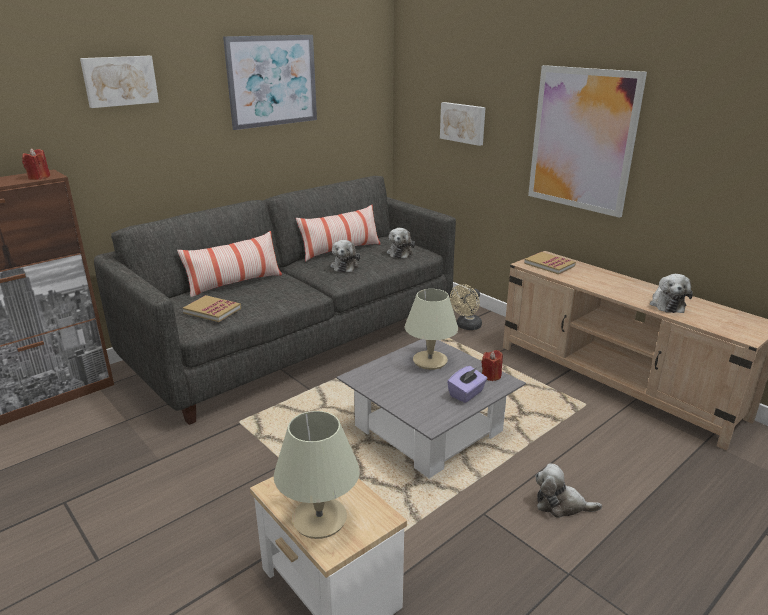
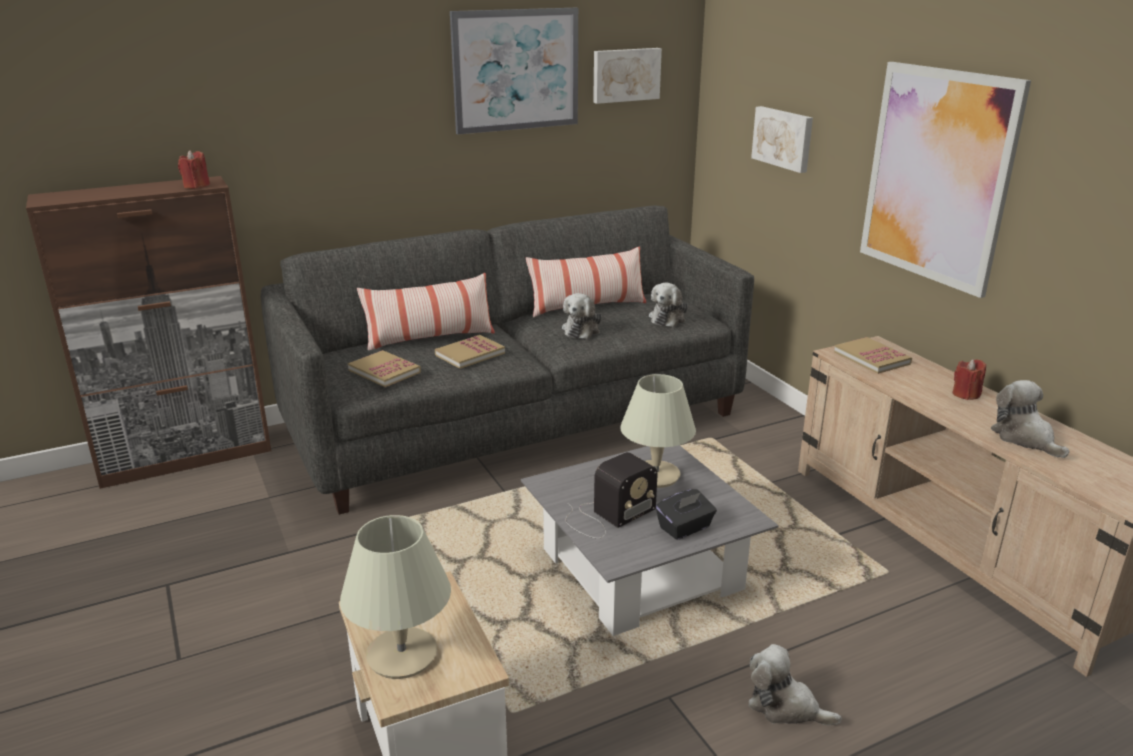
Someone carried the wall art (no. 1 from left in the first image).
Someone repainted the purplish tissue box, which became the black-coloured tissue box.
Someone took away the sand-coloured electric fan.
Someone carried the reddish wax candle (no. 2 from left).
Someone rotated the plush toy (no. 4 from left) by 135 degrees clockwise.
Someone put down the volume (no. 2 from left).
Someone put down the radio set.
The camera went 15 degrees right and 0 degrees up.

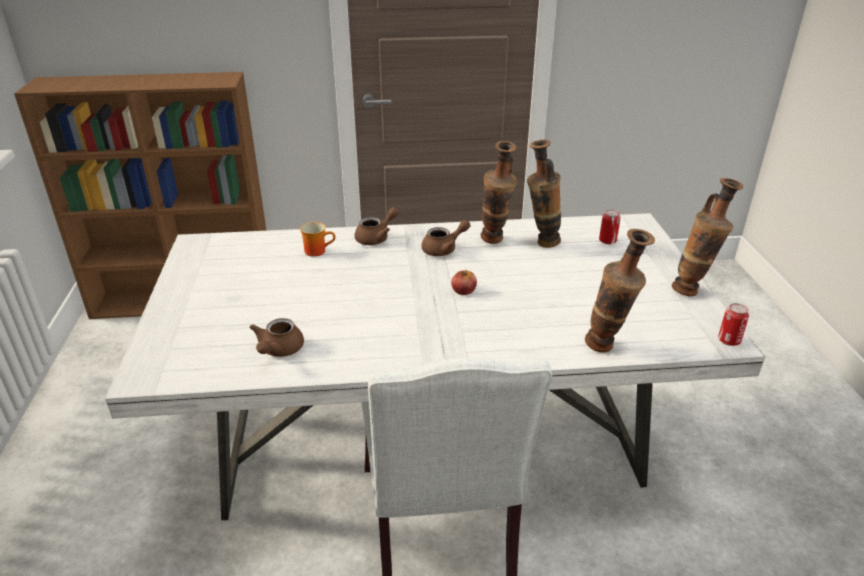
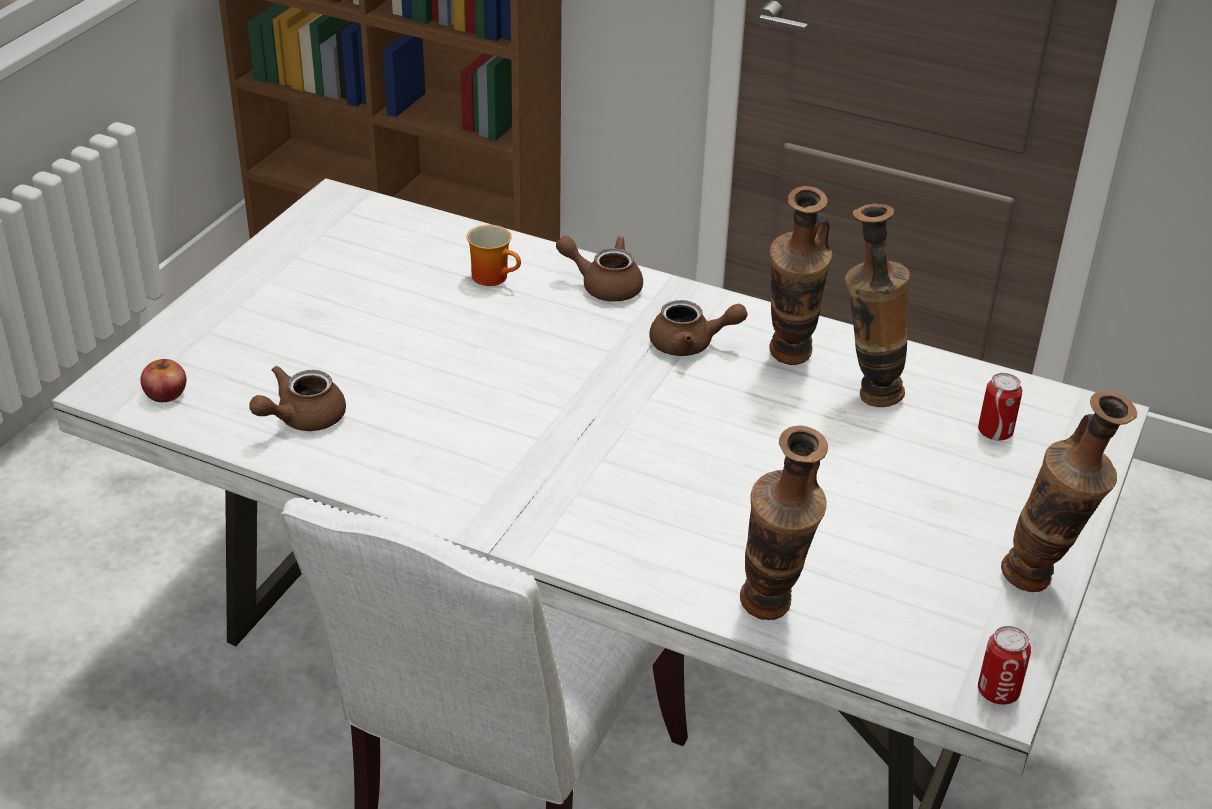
Someone rotated the brown pot for tea (no. 2 from left) by 150 degrees counterclockwise.
Someone carried the apple.
The camera went 30 degrees right and 5 degrees up.

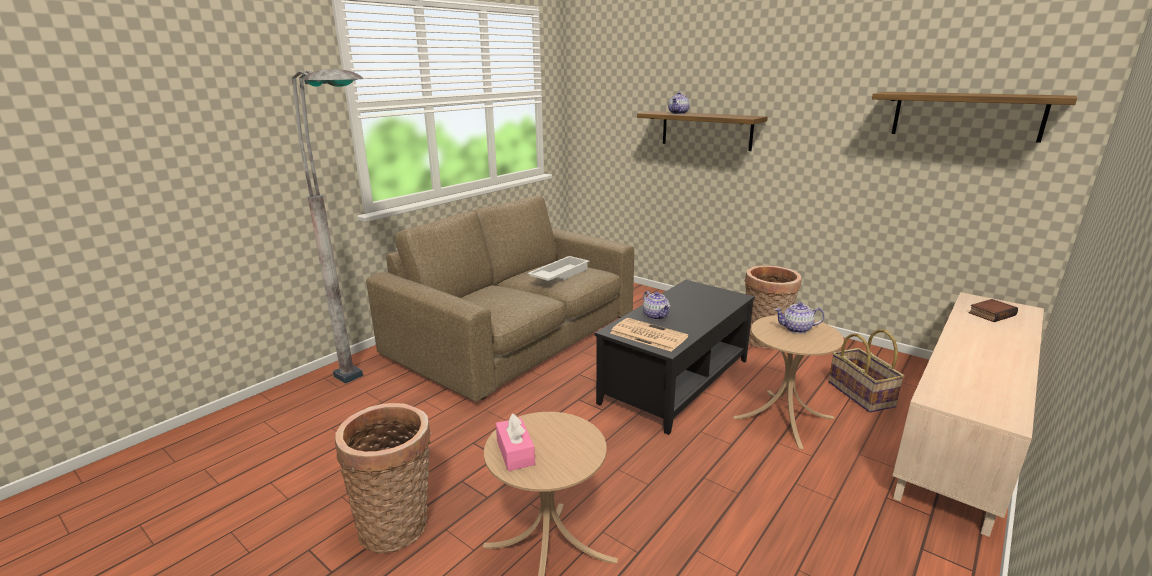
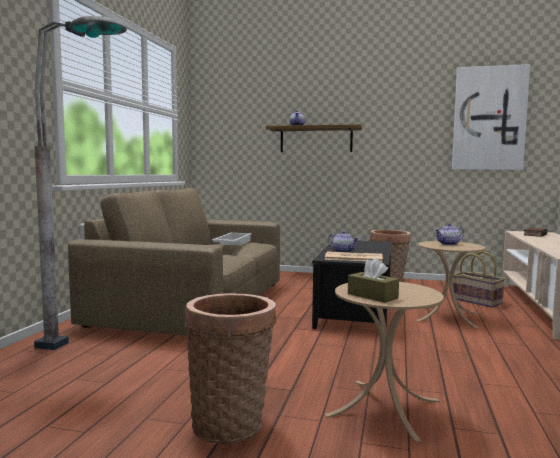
Someone repainted the pinkish tissue box, which became the brown tissue box.
Someone swapped the shelf (no. 2 from left) for the wall art.
The camera went 25 degrees left and 15 degrees down.

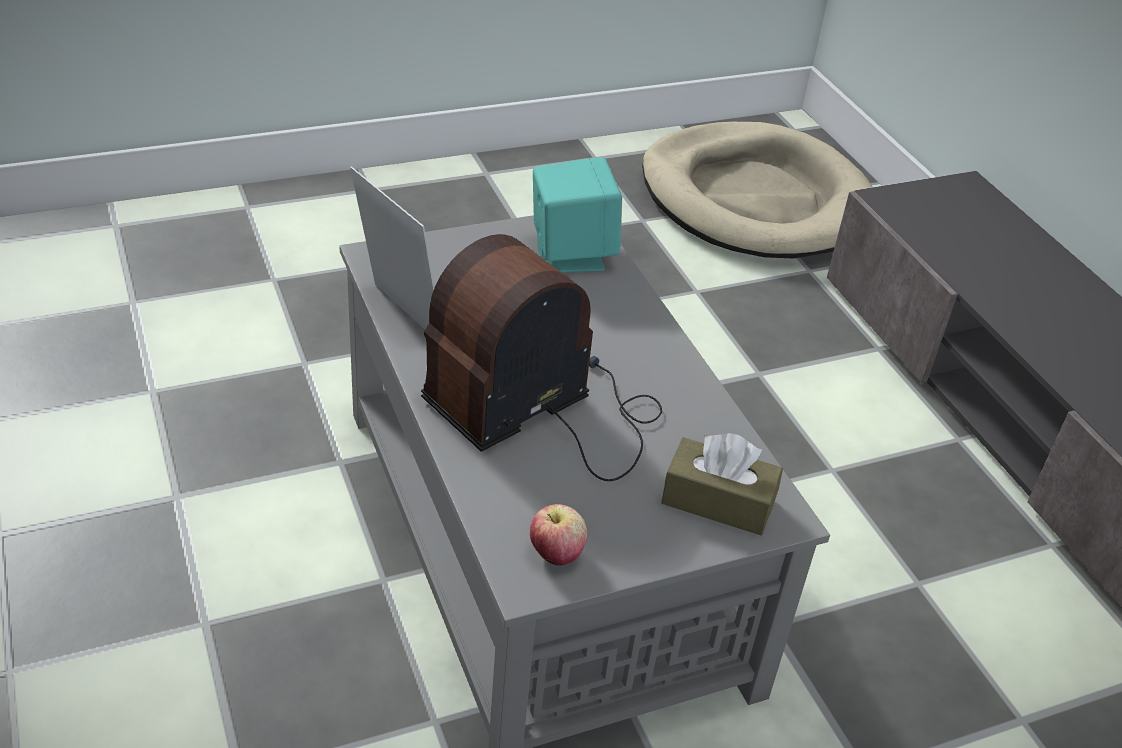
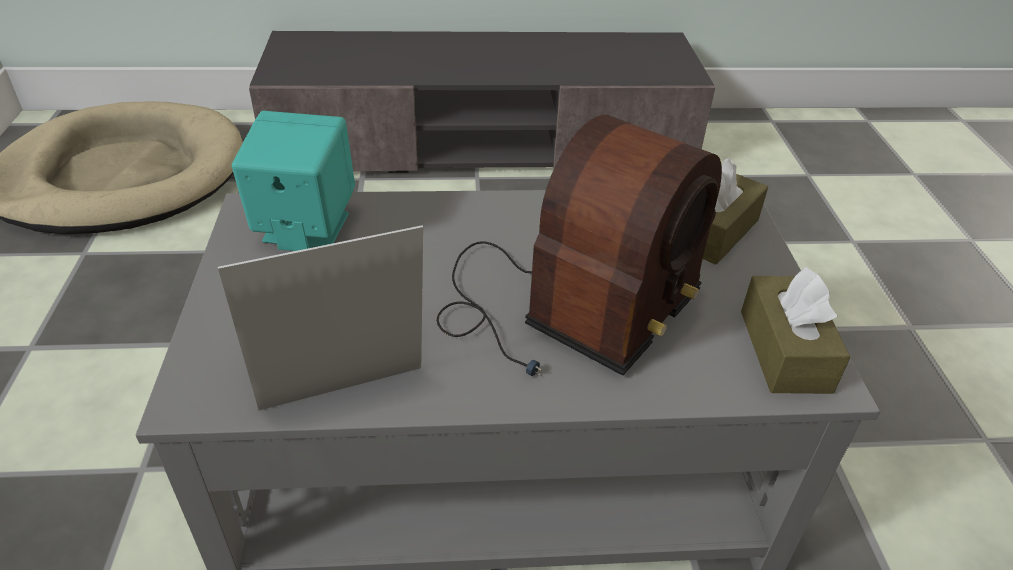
Someone rotated the radio set by 120 degrees counterclockwise.
Someone swapped the apple for the brown tissue box (no. 2 from left).
The camera went 70 degrees left and 0 degrees up.

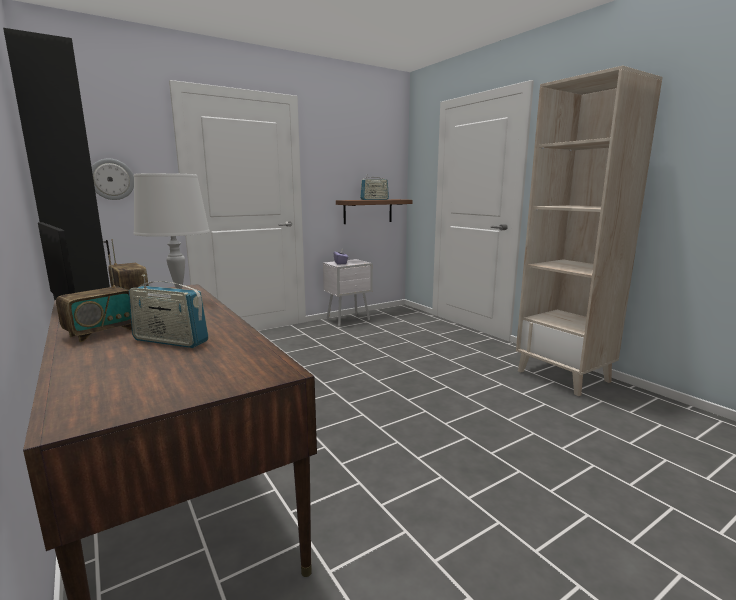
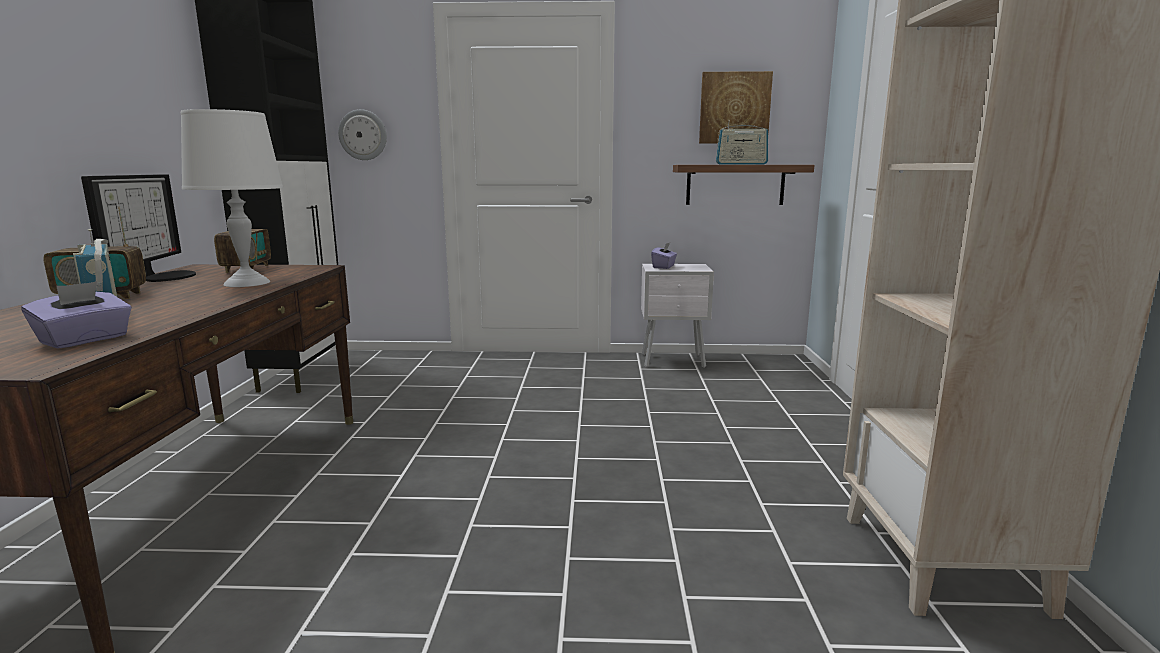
Someone put down the purplish tissue box (no. 1 from left).
Someone put up the wall art.
The camera went 35 degrees right and 0 degrees up.

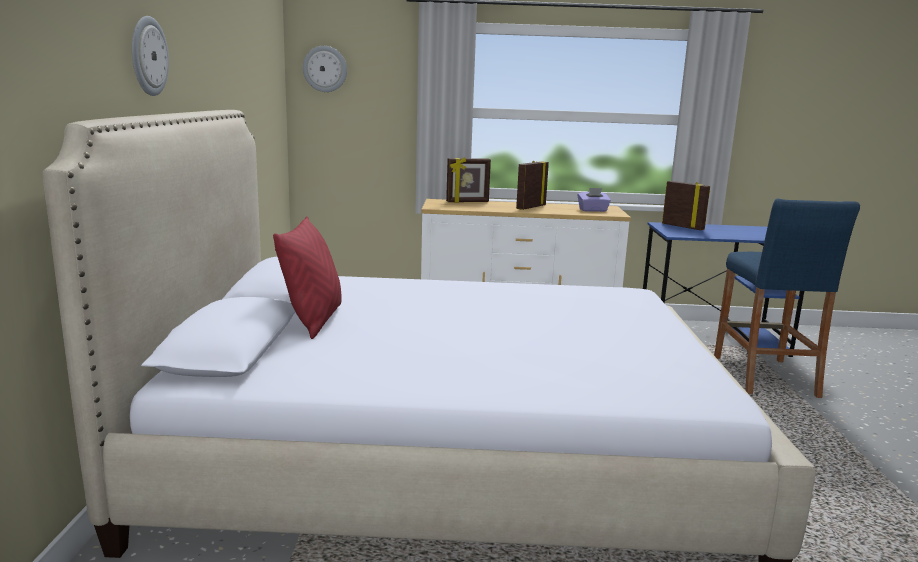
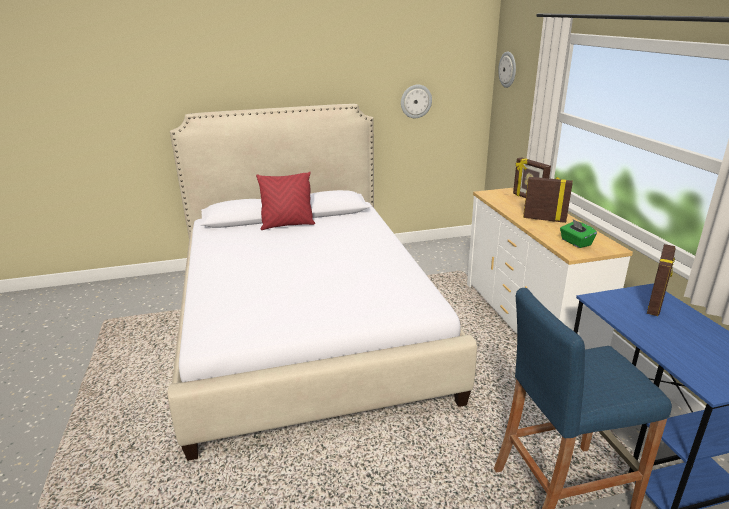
Someone carried the hanging clock (no. 1 from left).
Someone repainted the purplish tissue box, which became the green tissue box.
The camera went 75 degrees right and 10 degrees up.

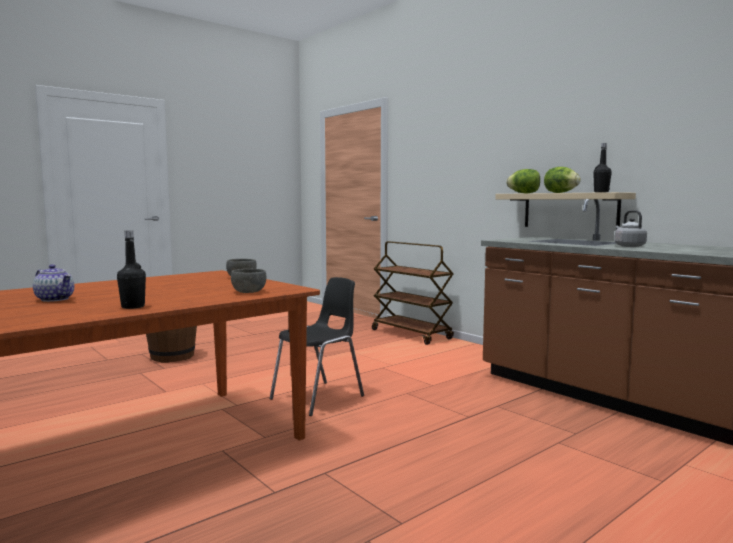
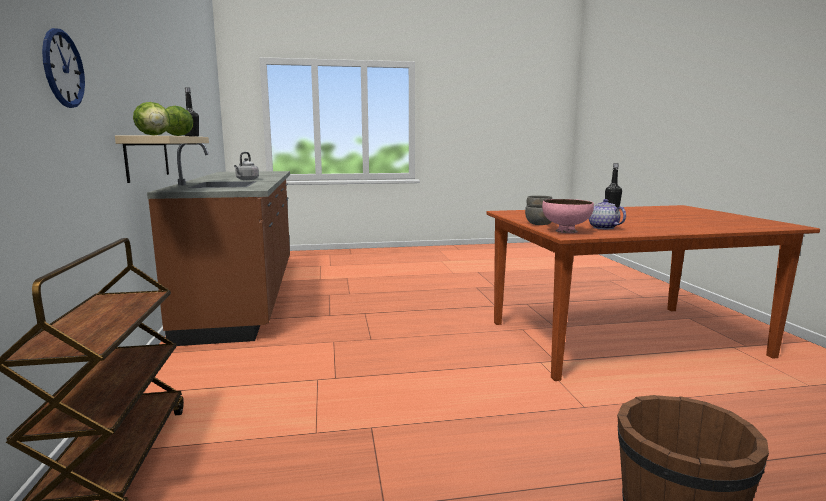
Someone carried the pot for tea.
Someone took away the black-coloured plain chair.
Someone put up the hanging clock.
Someone put down the pinkish deep dish.
The camera went 150 degrees left and 5 degrees up.

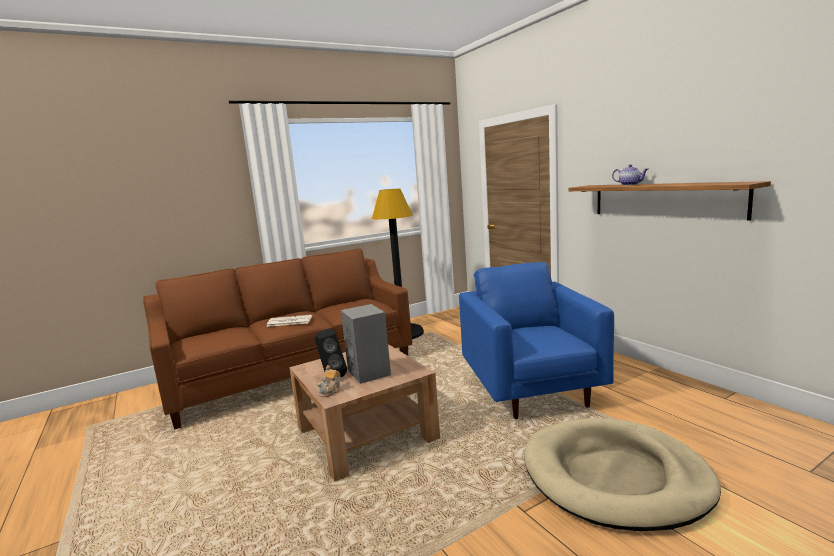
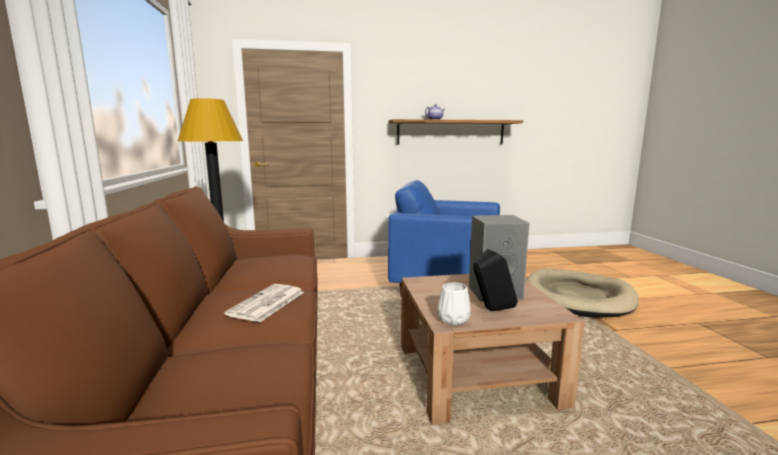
Someone took away the pot for tea (no. 1 from left).
Someone put down the white-coloured flower vase.
The camera went 70 degrees left and 0 degrees up.

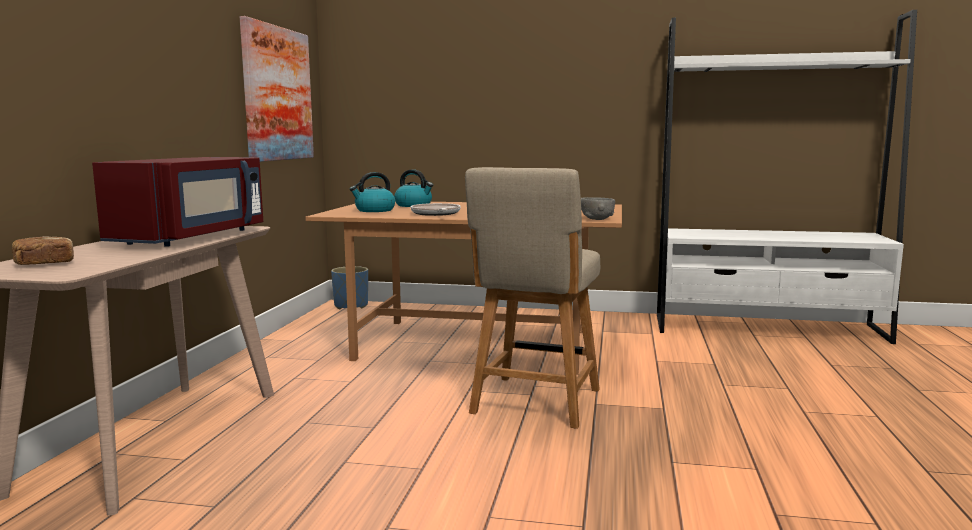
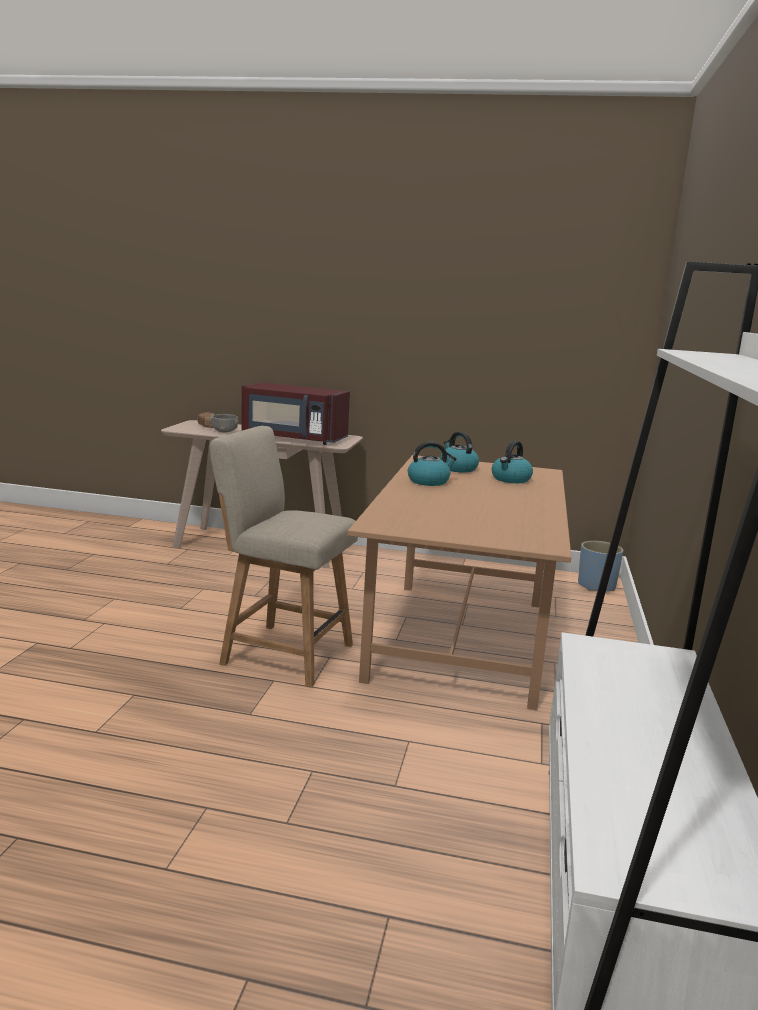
Someone took away the wall art.
Someone swapped the pan for the water kettle (no. 1 from left).
Someone carried the greyish deep dish.
The camera went 90 degrees right and 5 degrees up.

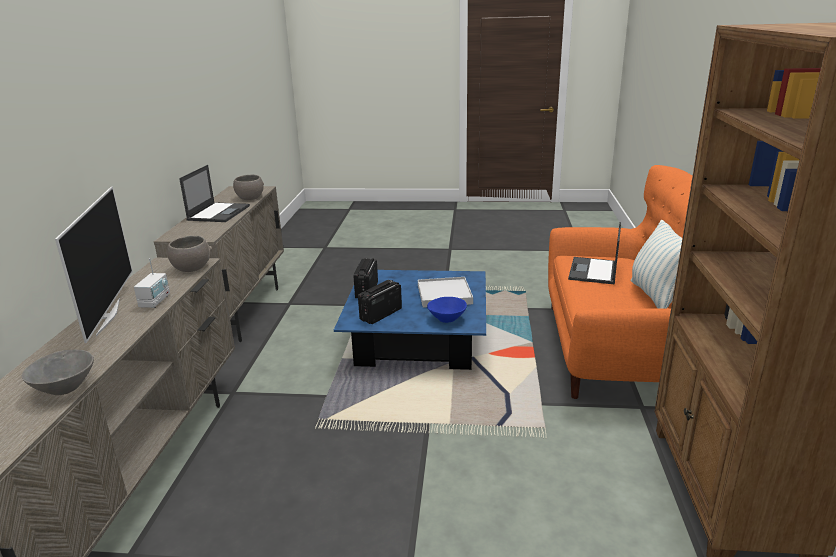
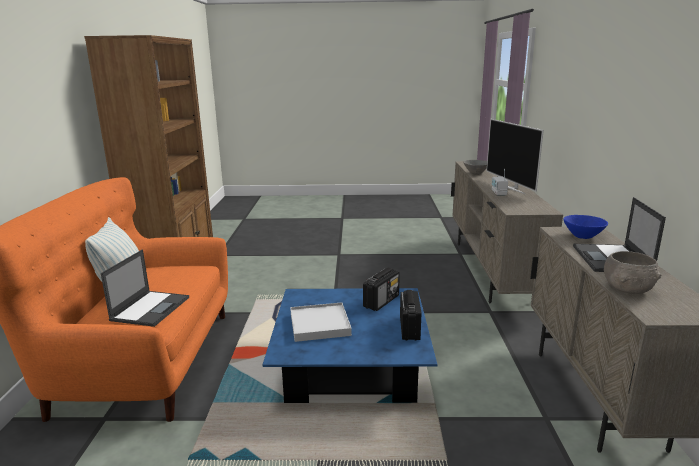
Someone took away the greyish deep dish (no. 2 from left).
Someone carried the blue deep dish.
The camera went 175 degrees right and 5 degrees down.

